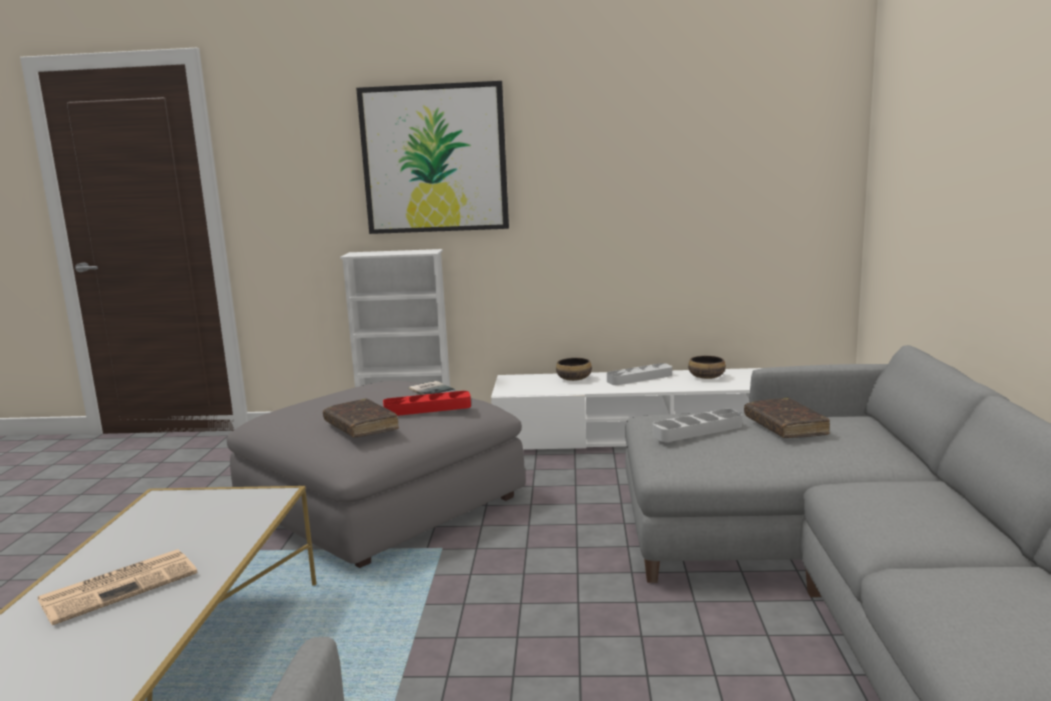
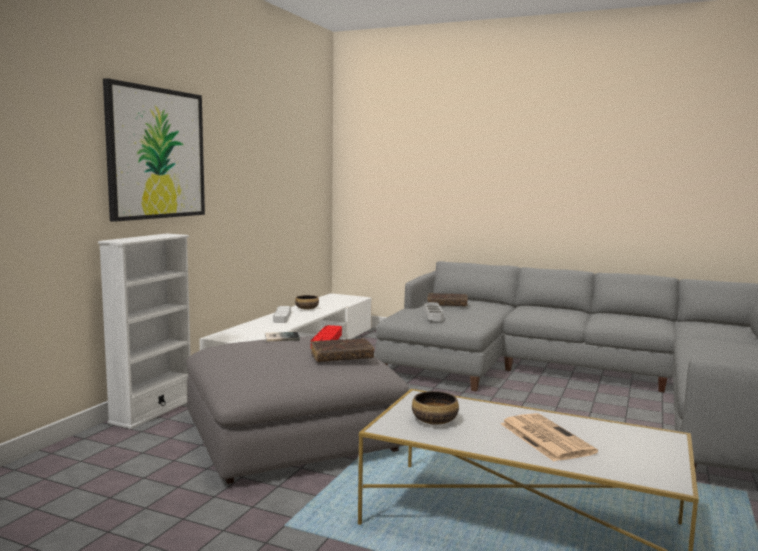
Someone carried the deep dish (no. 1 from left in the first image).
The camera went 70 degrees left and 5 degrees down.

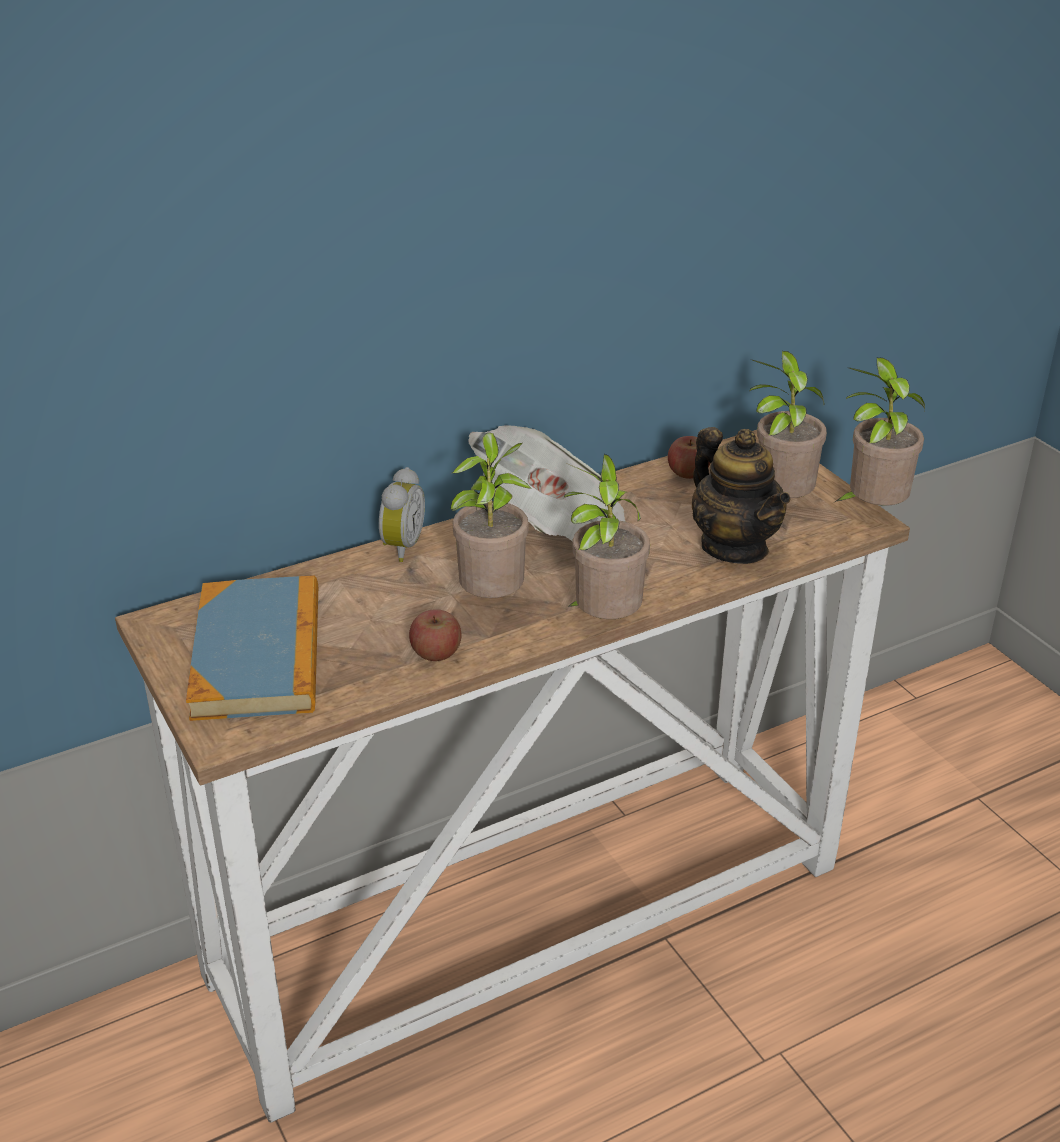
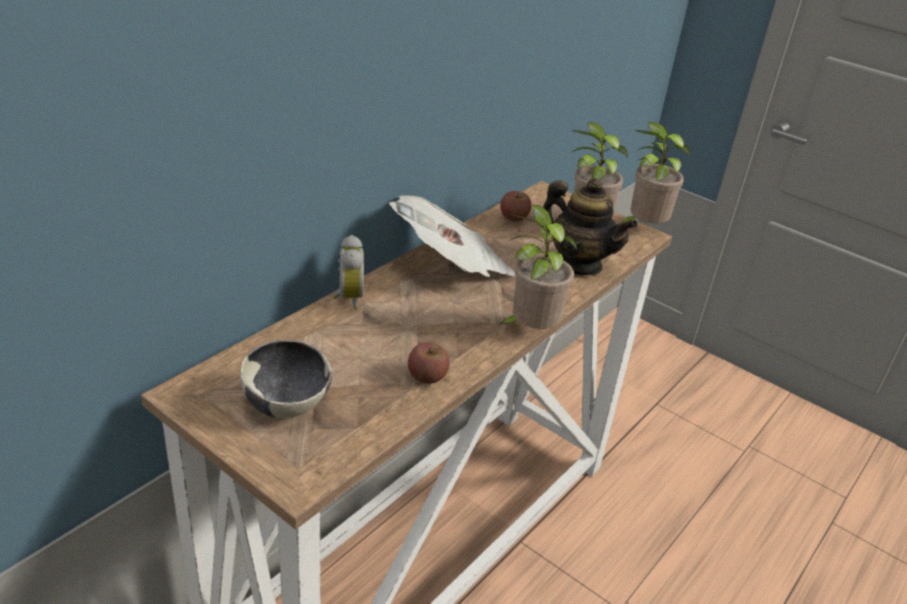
Someone swapped the volume for the deep dish.
Someone took away the potted plant (no. 1 from left).
The camera went 25 degrees left and 0 degrees up.

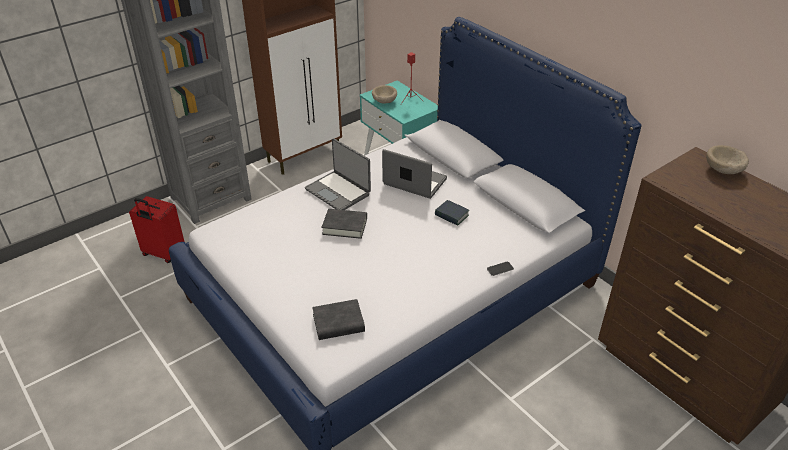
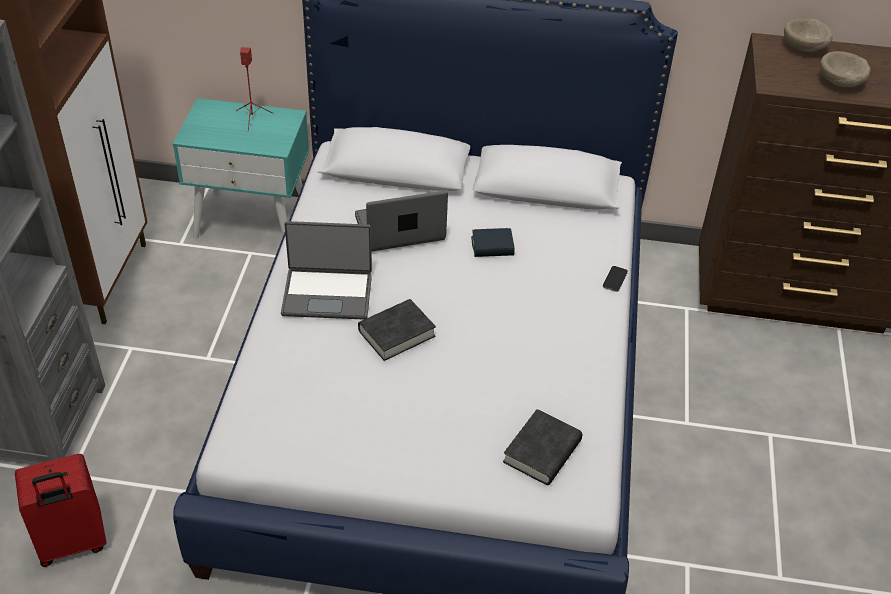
Someone carried the sand-coloured deep dish (no. 1 from left in the first image).
The camera went 45 degrees left and 5 degrees up.

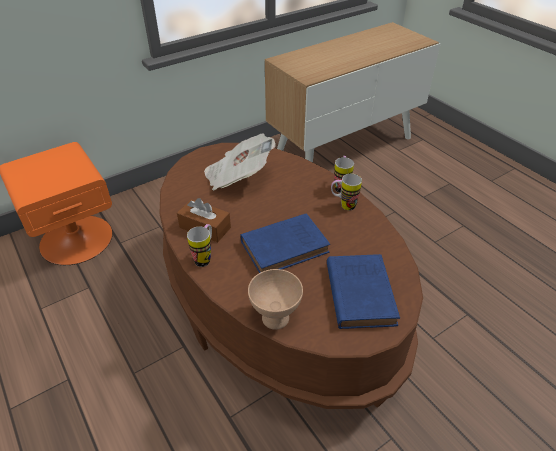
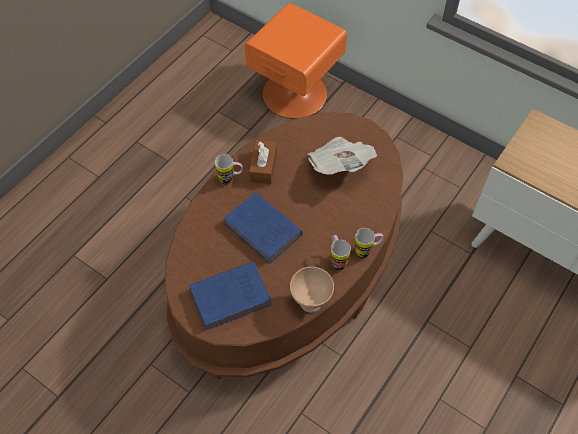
Someone carried the sand-coloured deep dish.
The camera went 70 degrees right and 15 degrees up.

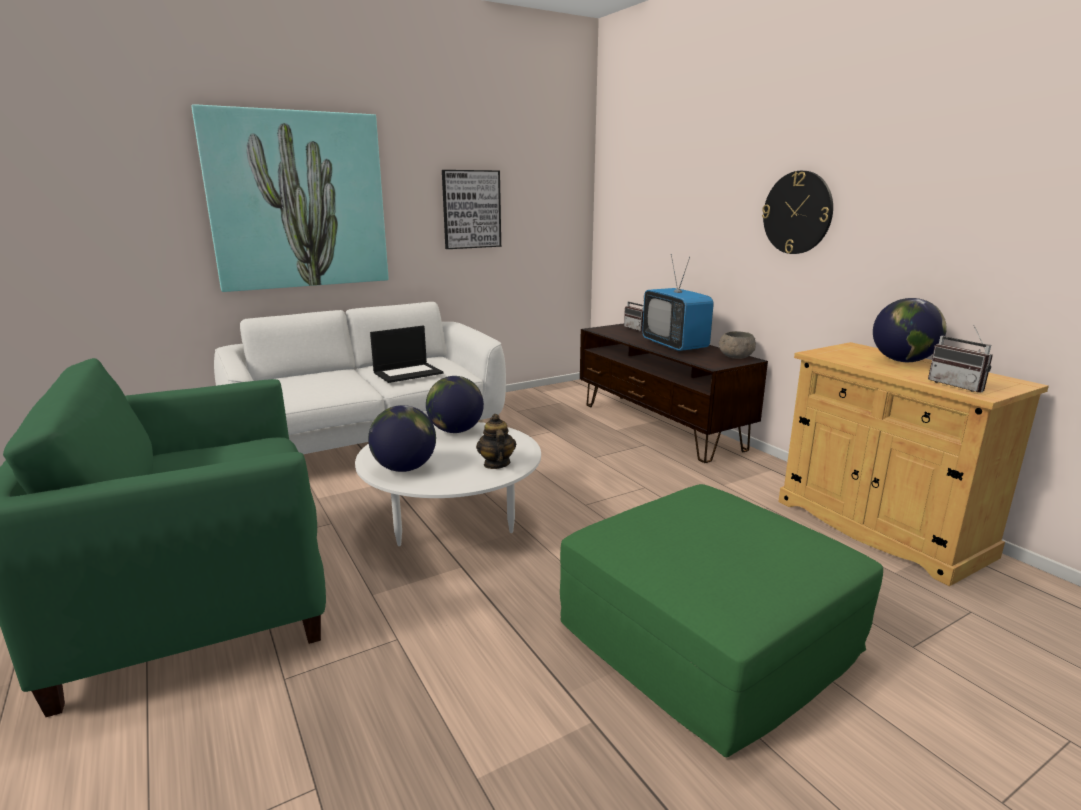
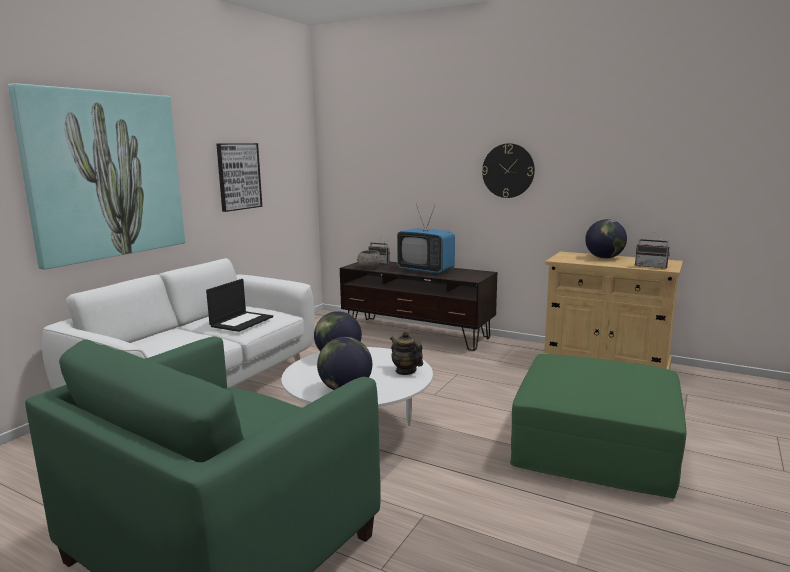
Someone carried the greyish deep dish.
The camera went 30 degrees left and 5 degrees down.

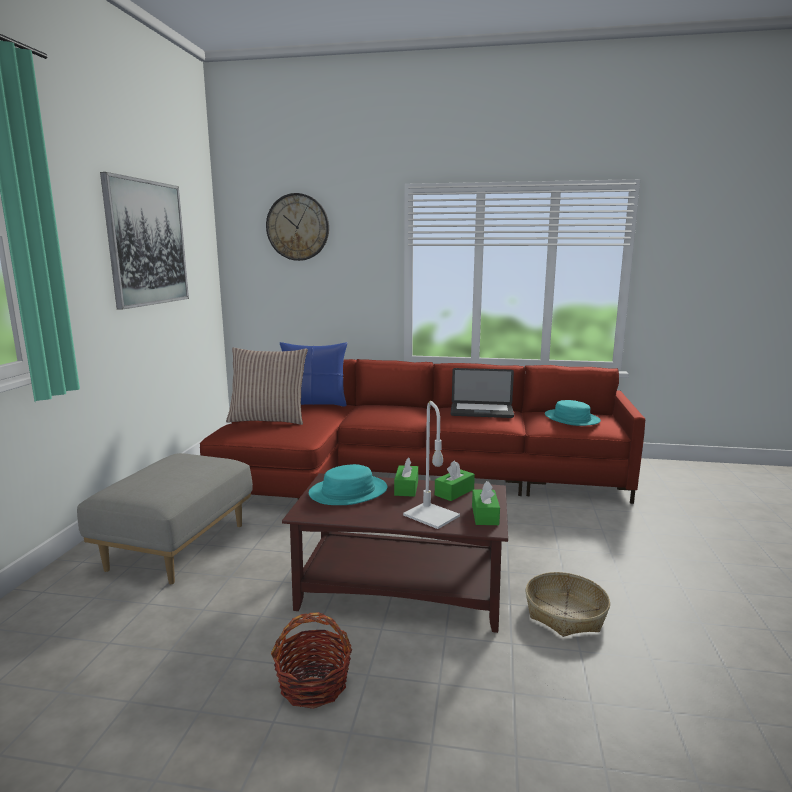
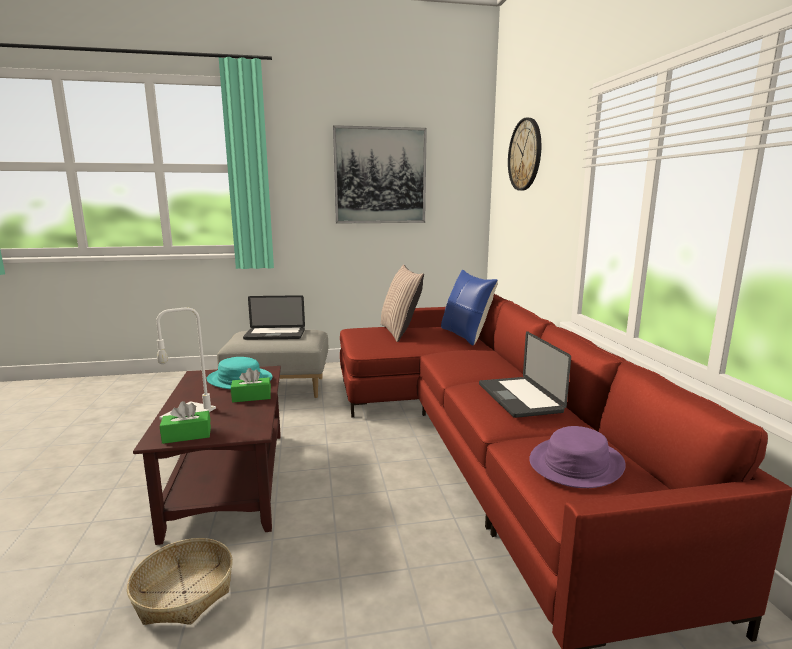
Someone took away the basket (no. 1 from left).
Someone took away the green tissue box (no. 2 from left).
Someone repainted the turquoise-coloured hat (no. 2 from left), which became the purplish hat.
Someone put down the notebook computer (no. 1 from left).
The camera went 70 degrees right and 0 degrees up.

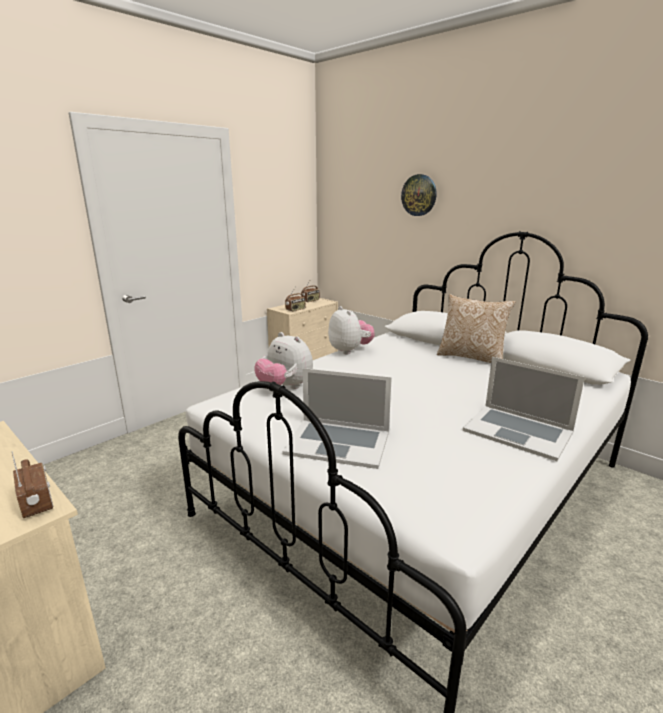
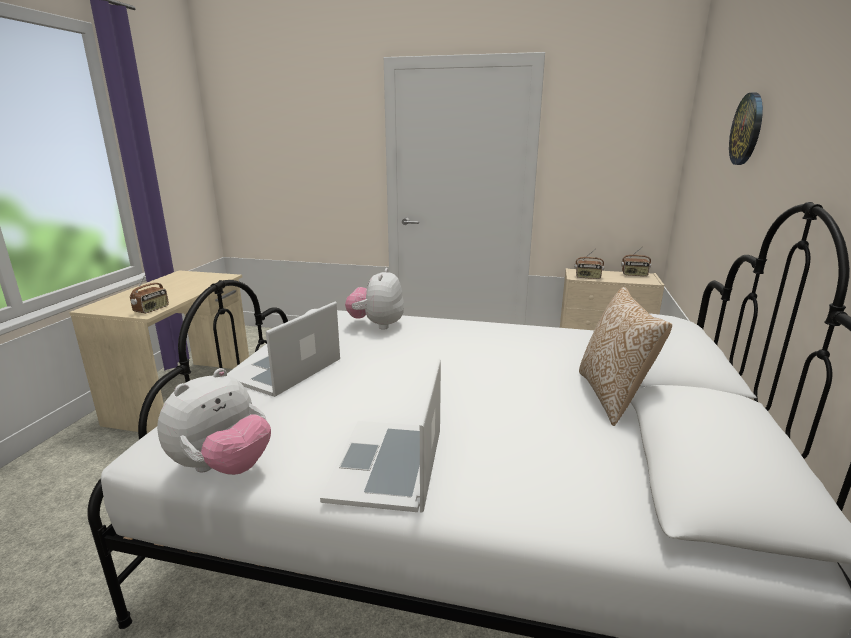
Someone rotated the notebook computer (no. 1 from left) by 45 degrees clockwise.
Someone carried the plush toy (no. 2 from left in the first image).
The camera went 60 degrees right and 0 degrees up.

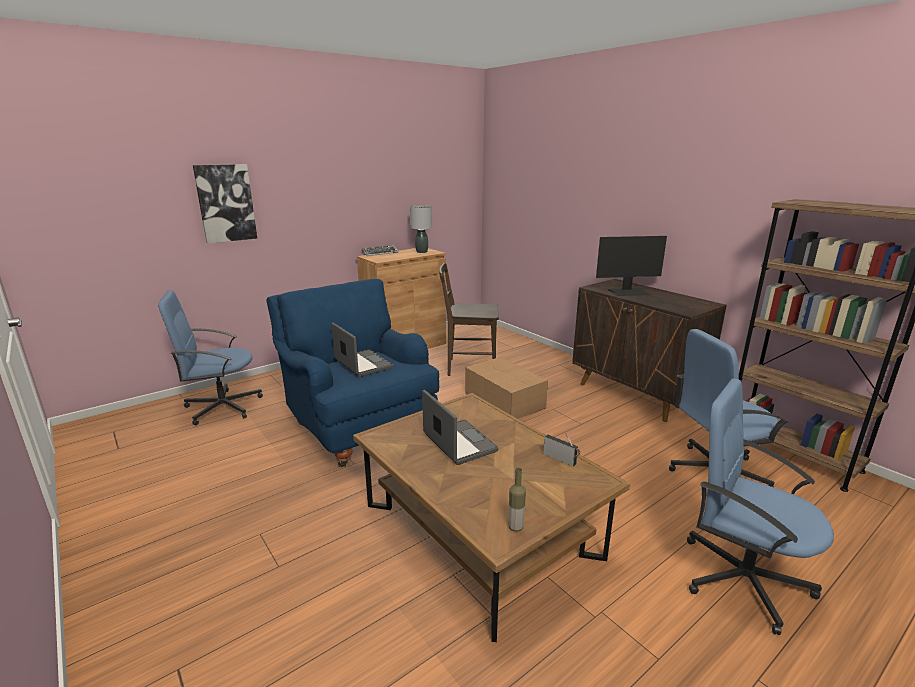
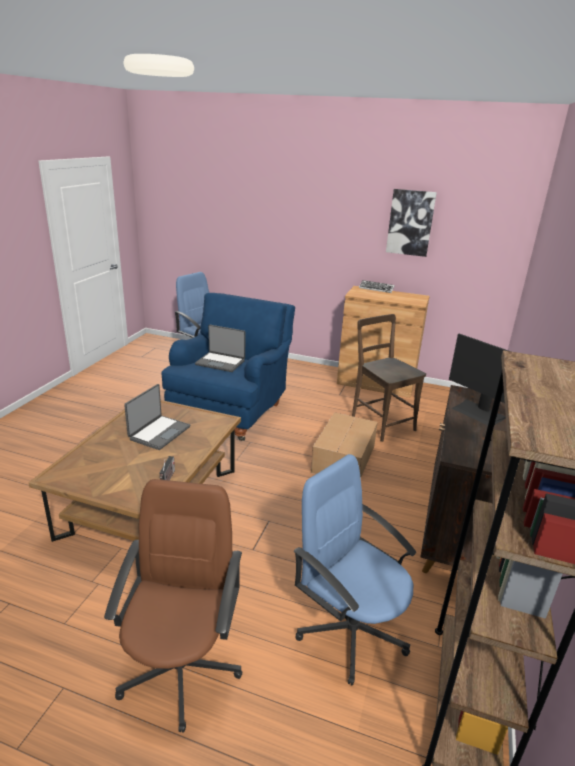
Someone carried the wall art.
Someone rotated the notebook computer (no. 1 from left in the first image) by 90 degrees clockwise.
Someone took away the greyish lamp for a table.
Someone took away the beverage bottle.
Someone repainted the blue office chair (no. 3 from left), which became the brown office chair.
The camera went 55 degrees right and 5 degrees up.

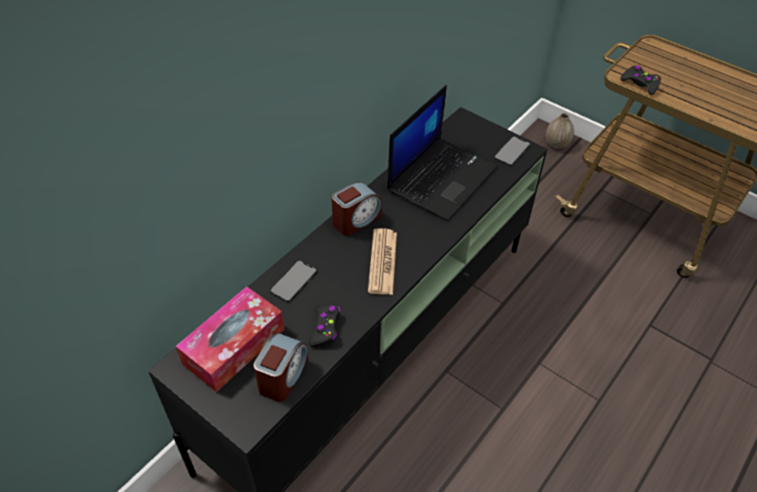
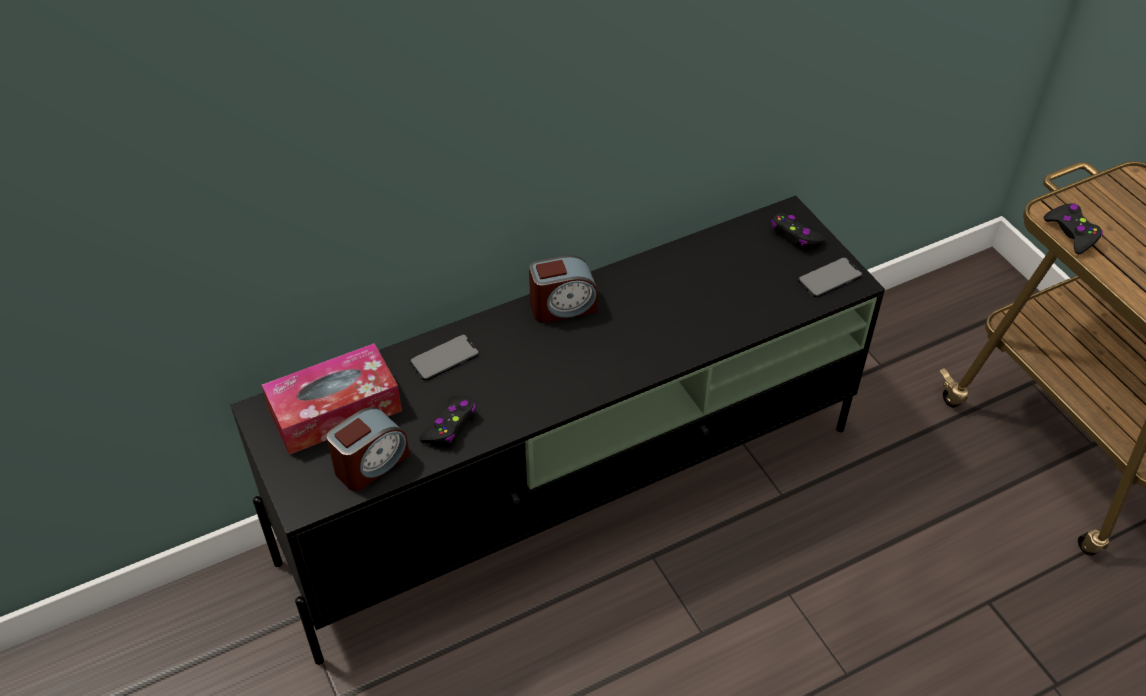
Someone took away the daily paper.
Someone took away the notebook computer.
Someone took away the flower vase.
Someone put down the black-coloured game controller (no. 2 from left).
The camera went 25 degrees right and 0 degrees up.

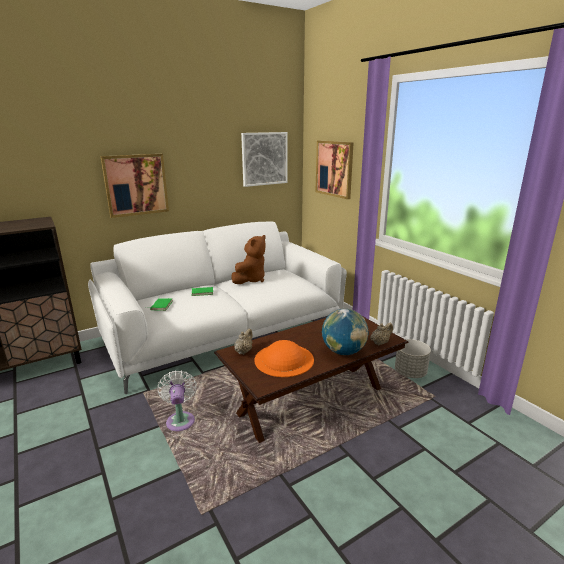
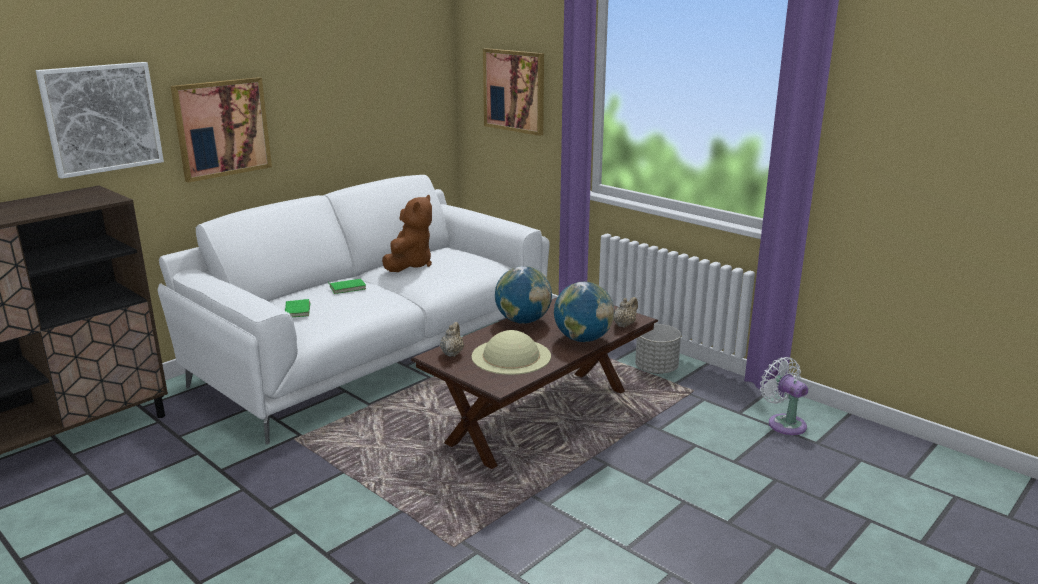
Someone carried the white-coloured electric fan.
Someone carried the wall art (no. 2 from left in the first image).
Someone repainted the orange-coloured hat, which became the sand-coloured hat.
Someone put down the globe (no. 1 from left).
The camera went 15 degrees left and 0 degrees up.

